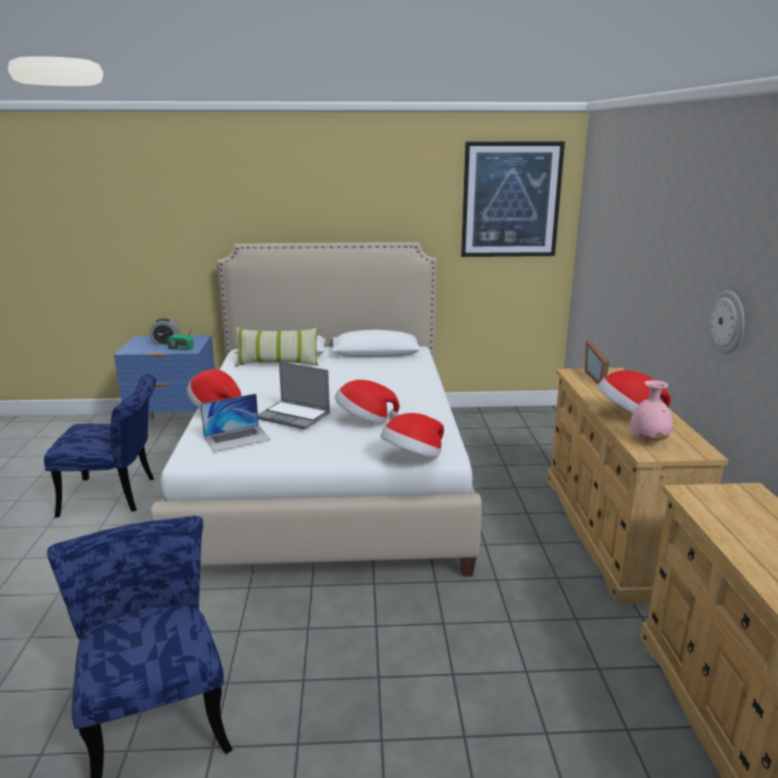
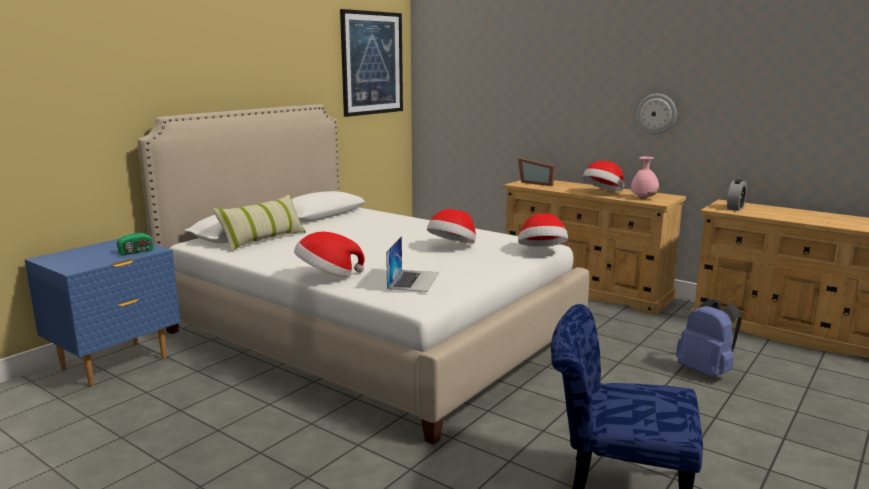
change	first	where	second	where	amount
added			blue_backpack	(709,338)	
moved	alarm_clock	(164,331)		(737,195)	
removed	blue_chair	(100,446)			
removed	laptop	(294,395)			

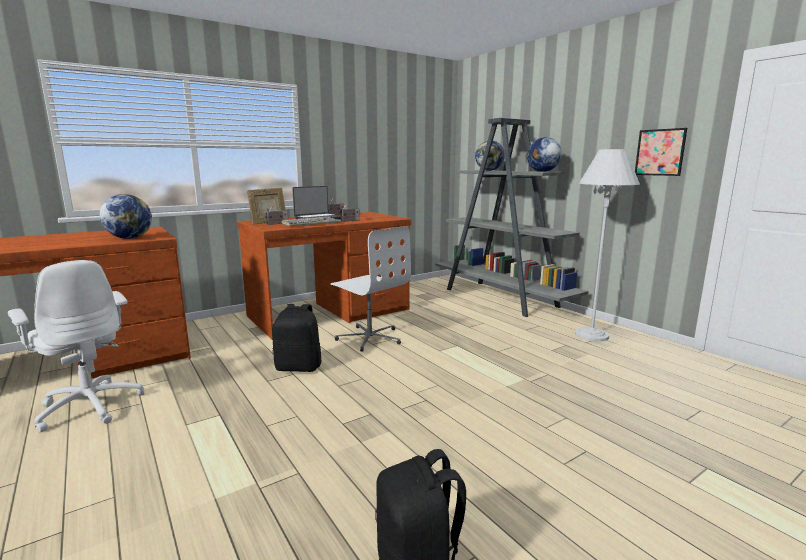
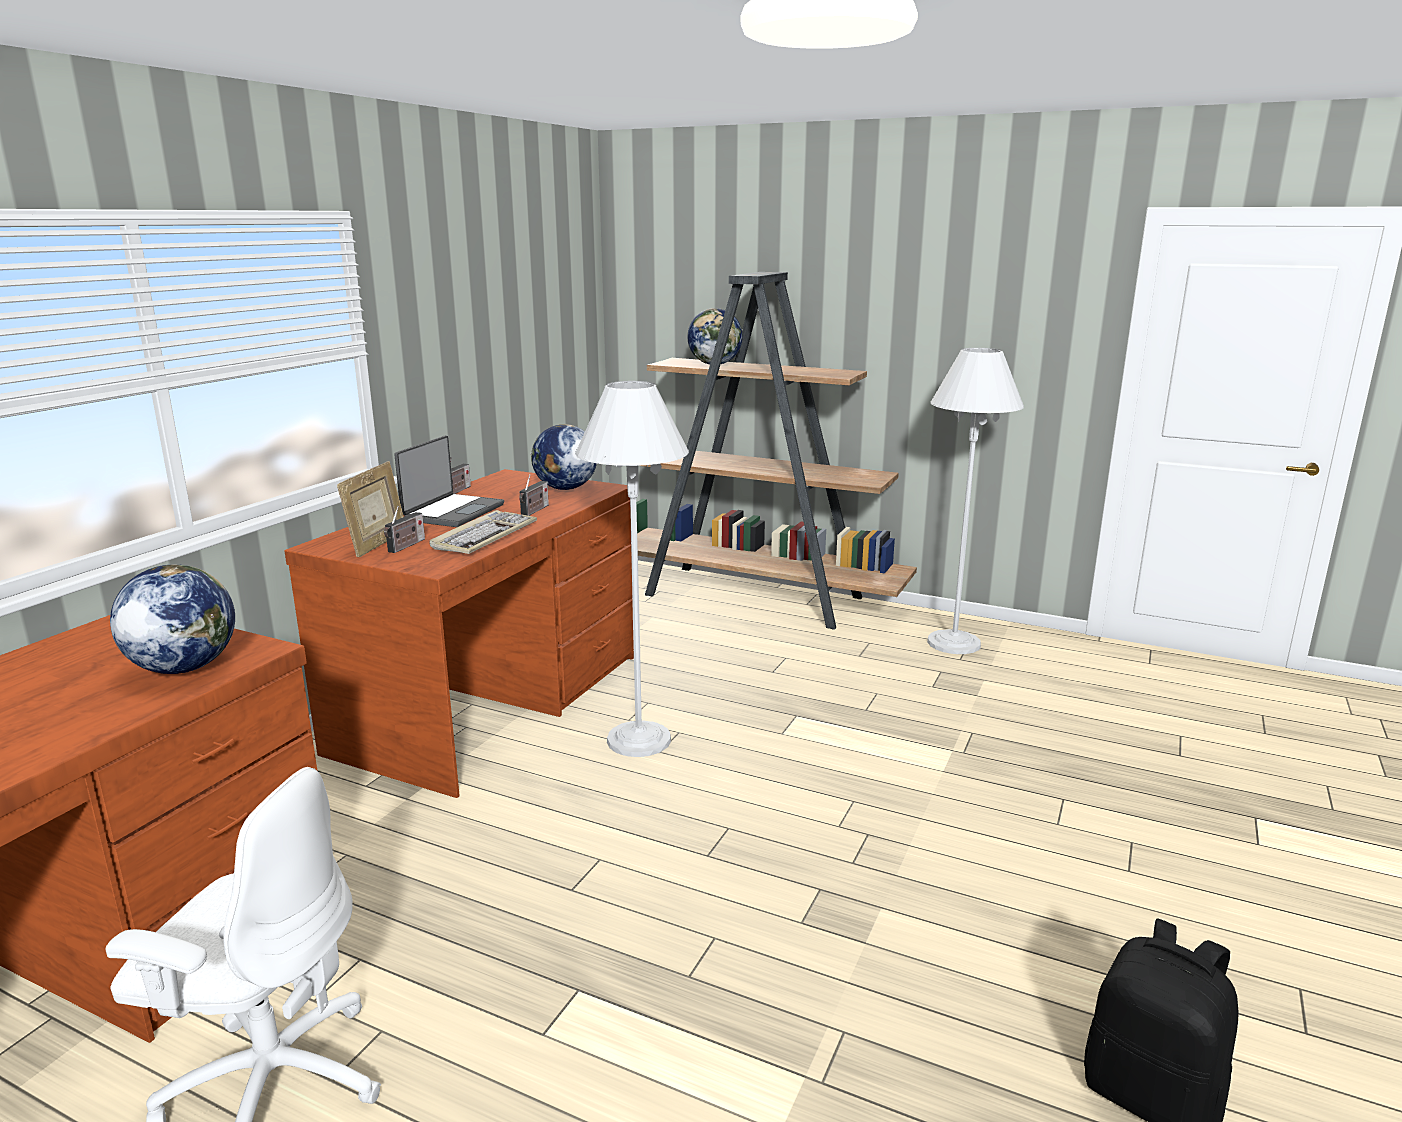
change	first	where	second	where	amount
moved	globe	(544,154)		(564,457)	
replaced	white_office_chair	(370,289)	white_floor_lamp	(632,569)	
recoloured	grey_bookcase	(512,217)	brown_bookcase	(776,451)	
removed	black_backpack	(297,338)			
removed	picture	(661,152)			

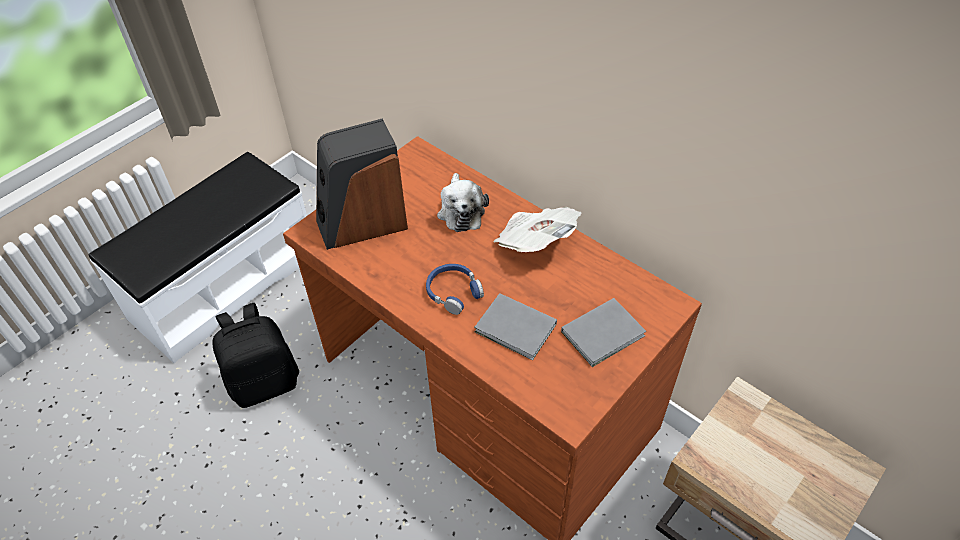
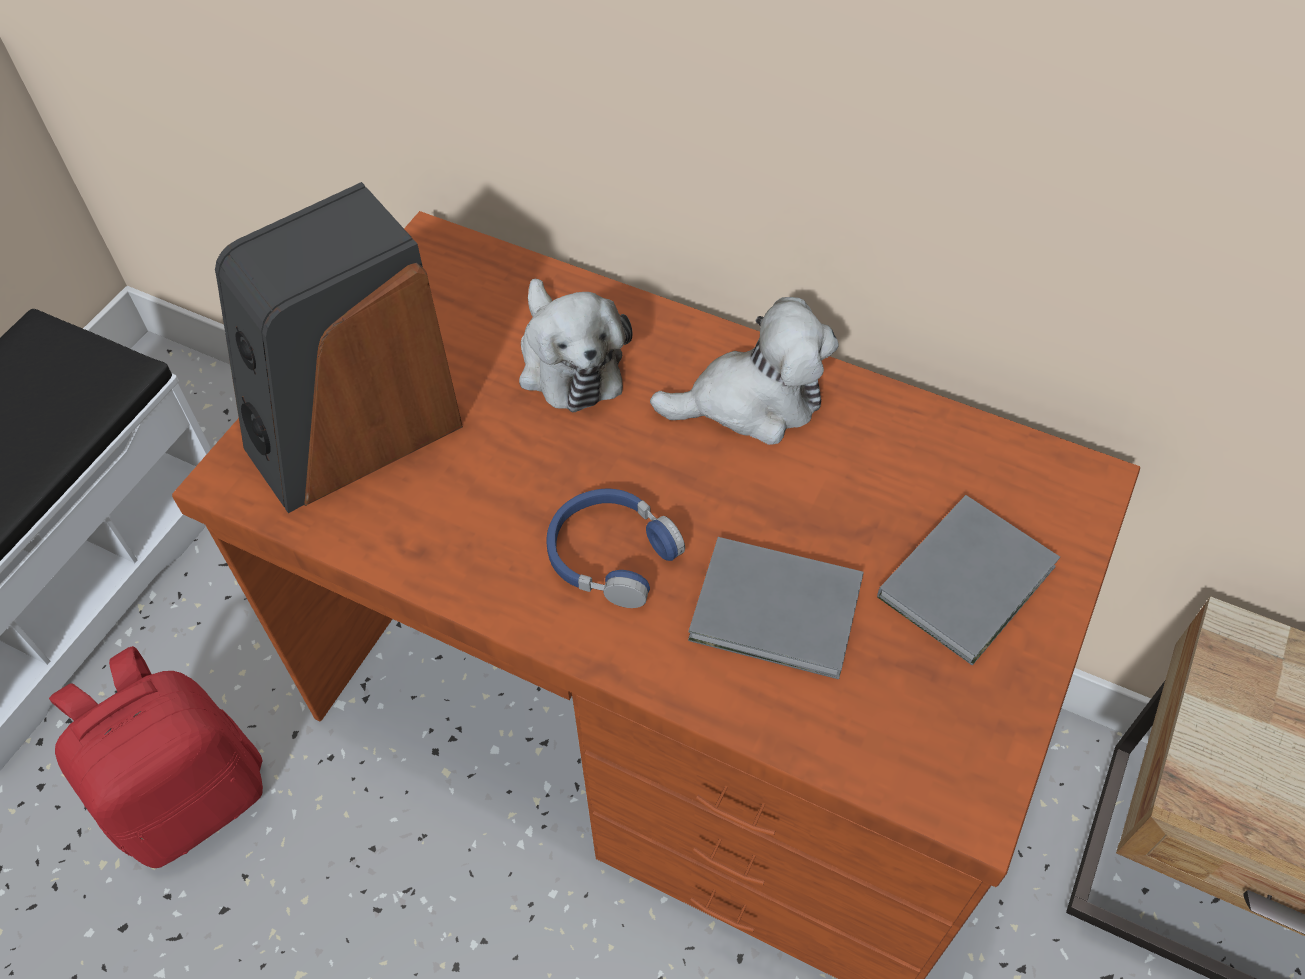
change	first	where	second	where	amount
recoloured	black_backpack	(256,355)	red_backpack	(156,757)	
replaced	newspaper	(537,229)	plush_toy	(744,371)	

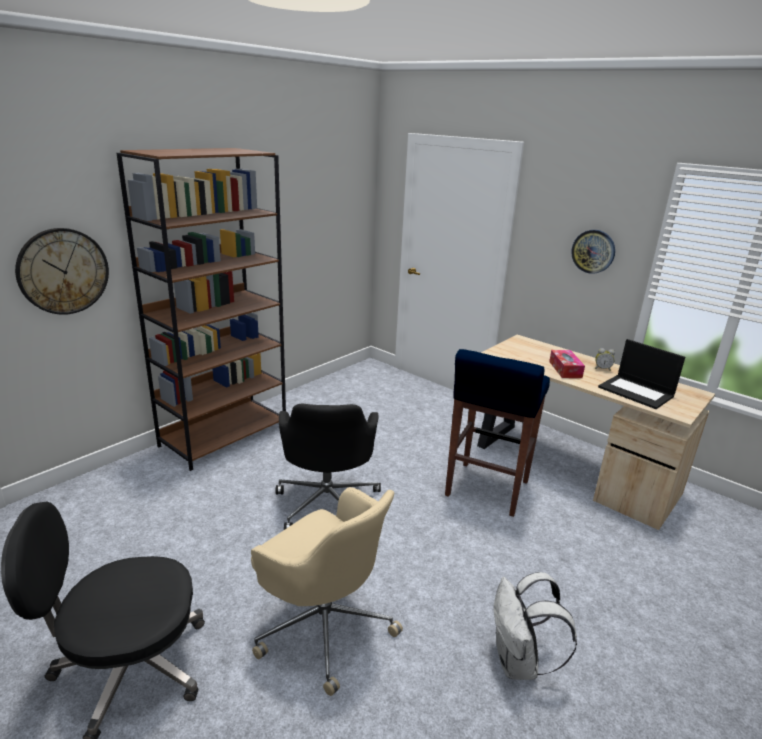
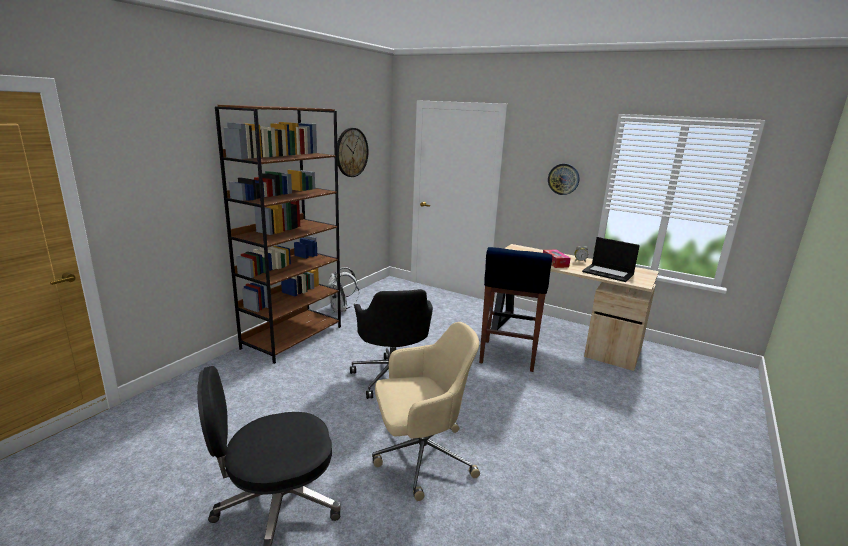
change	first	where	second	where	amount
moved	white_backpack	(535,626)		(343,289)	
moved	wall_clock	(62,271)		(352,152)	
turned	beige_office_chair	(327,591)		(426,411)	45 degrees counterclockwise

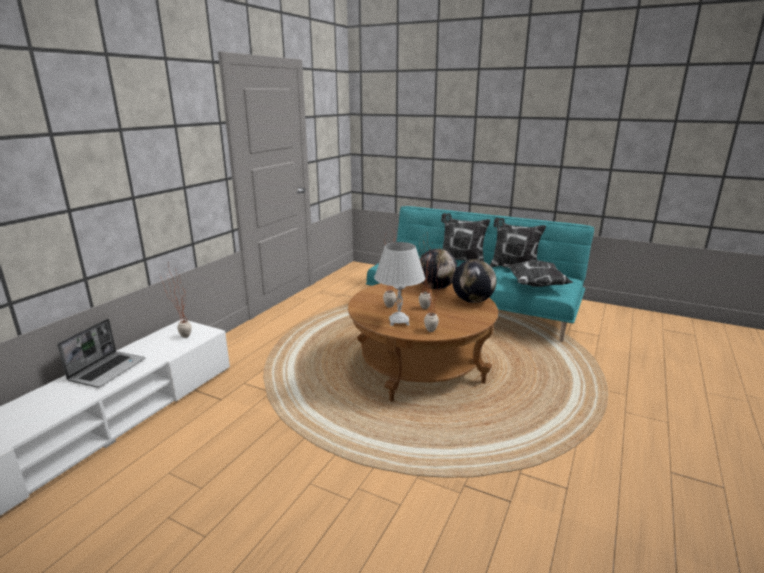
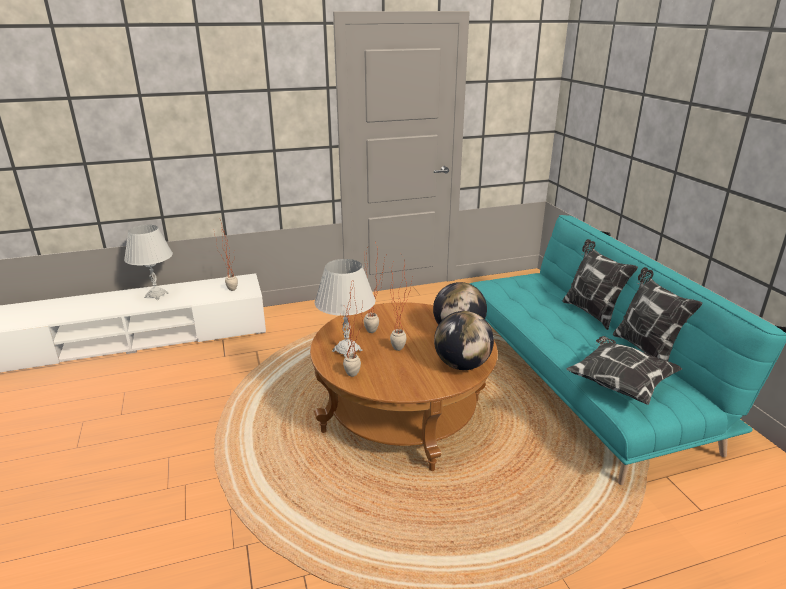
change	first	where	second	where	amount
replaced	laptop	(101,353)	white_table_lamp	(148,262)	

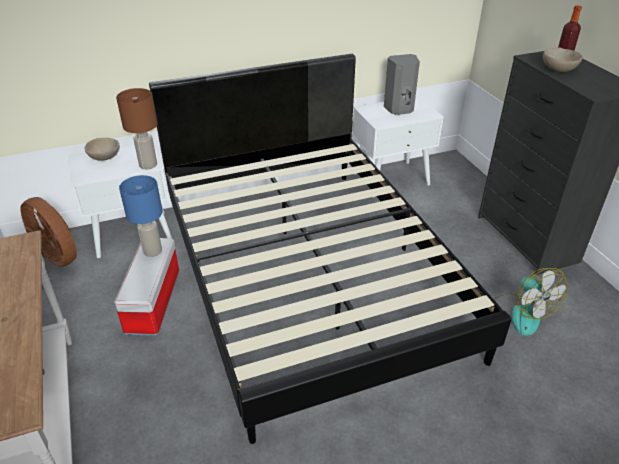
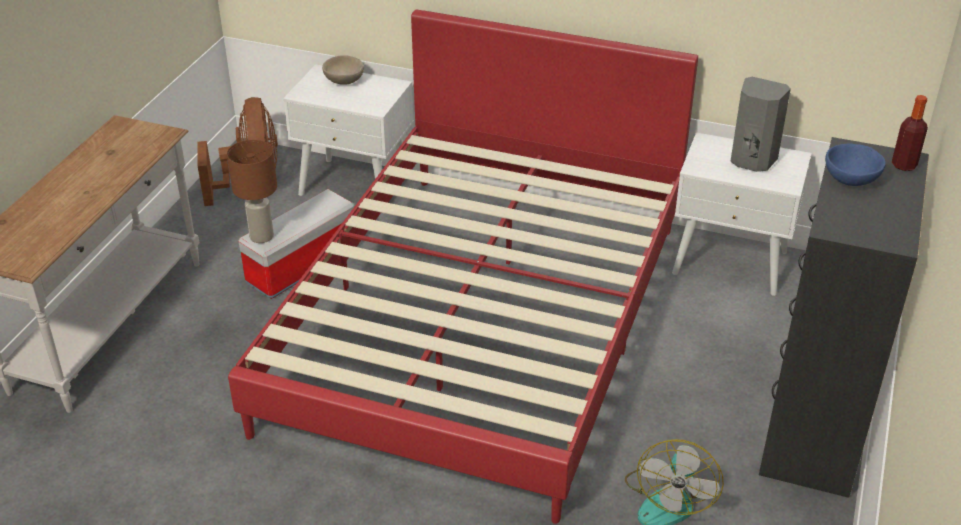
change	first	where	second	where	amount
moved	brown_table_lamp	(137,128)		(252,191)	
recoloured	black_bed	(330,249)	red_bed	(463,266)	
recoloured	beige_bowl	(563,59)	blue_bowl	(855,165)	
removed	blue_table_lamp	(141,216)			

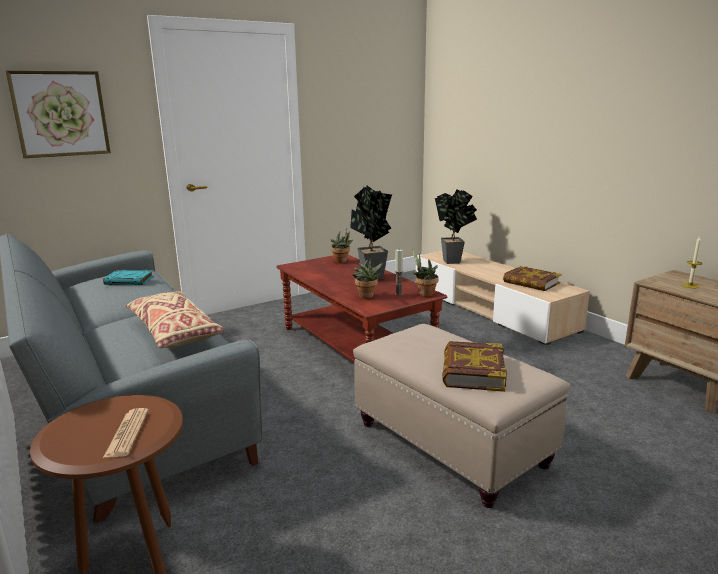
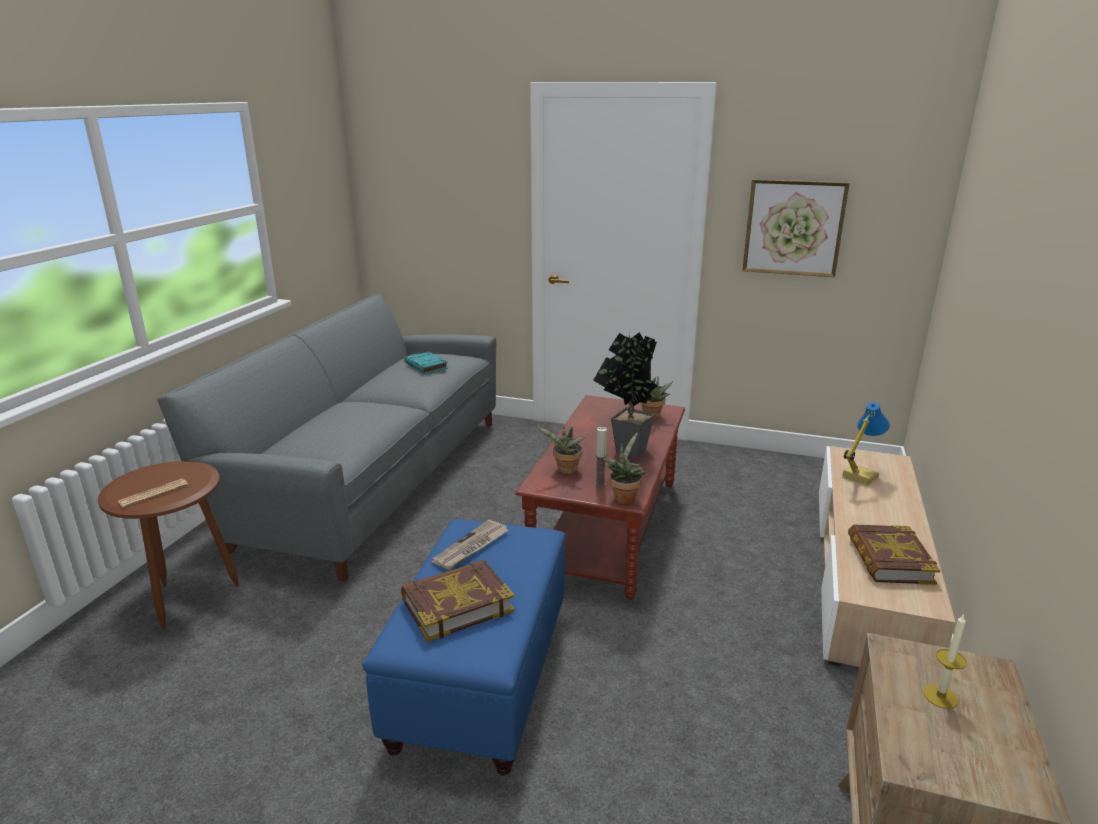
change	first	where	second	where	amount
recoloured	beige_ottoman	(461,416)	blue_ottoman	(464,647)	
added			newspaper	(470,544)	
moved	picture	(58,114)		(796,228)	
replaced	potted_plant	(456,226)	table_lamp	(866,444)	
removed	beige_pillow	(174,320)			

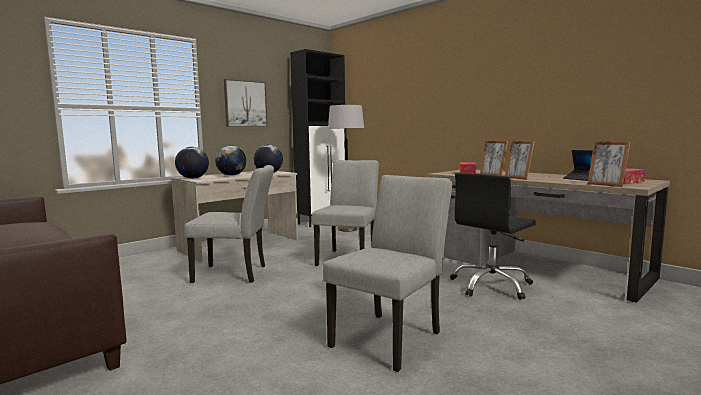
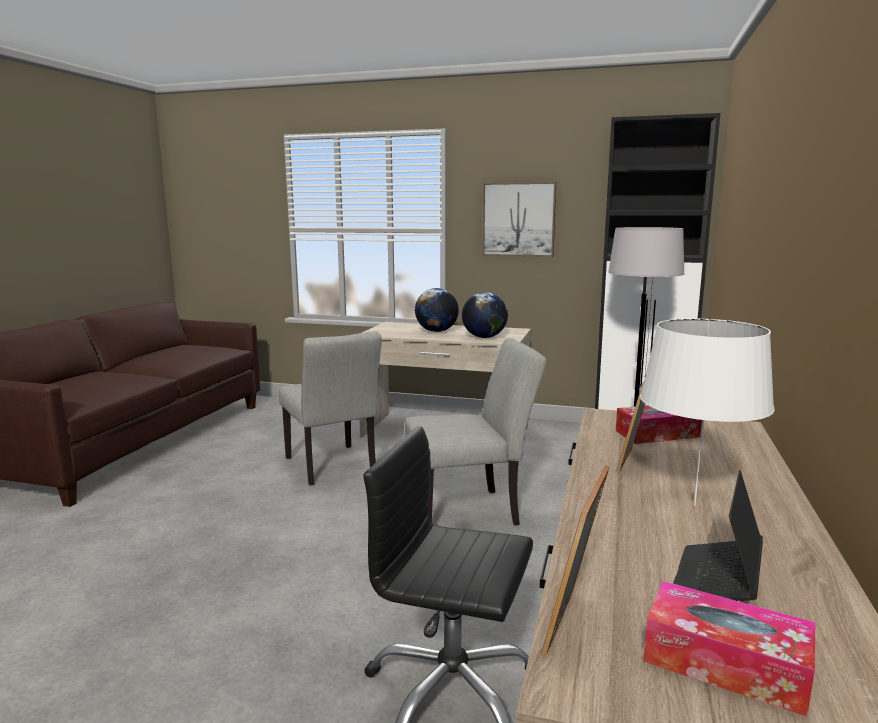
change	first	where	second	where	amount
added			white_table_lamp	(707,412)	
removed	globe	(192,163)			
removed	grey_chair	(387,273)			
removed	picture_frame	(520,160)			

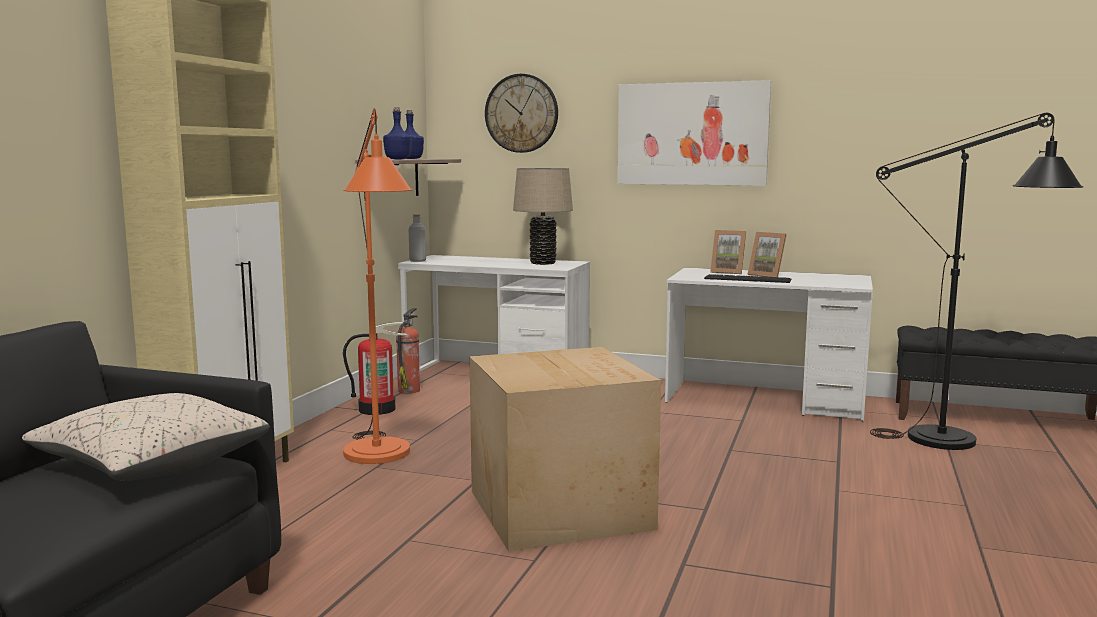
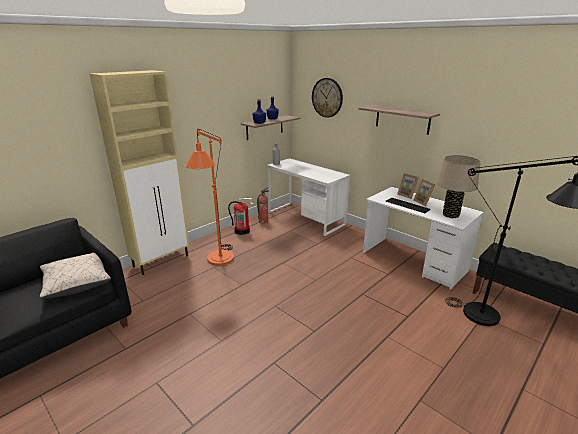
change	first	where	second	where	amount
replaced	picture	(694,133)	shelf	(399,120)	
moved	beige_table_lamp	(543,216)		(459,186)	
removed	cardboard_box	(565,449)			

